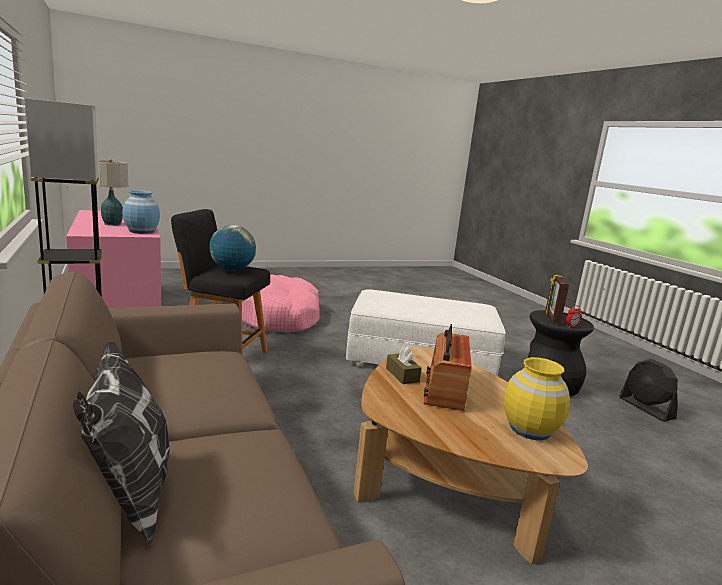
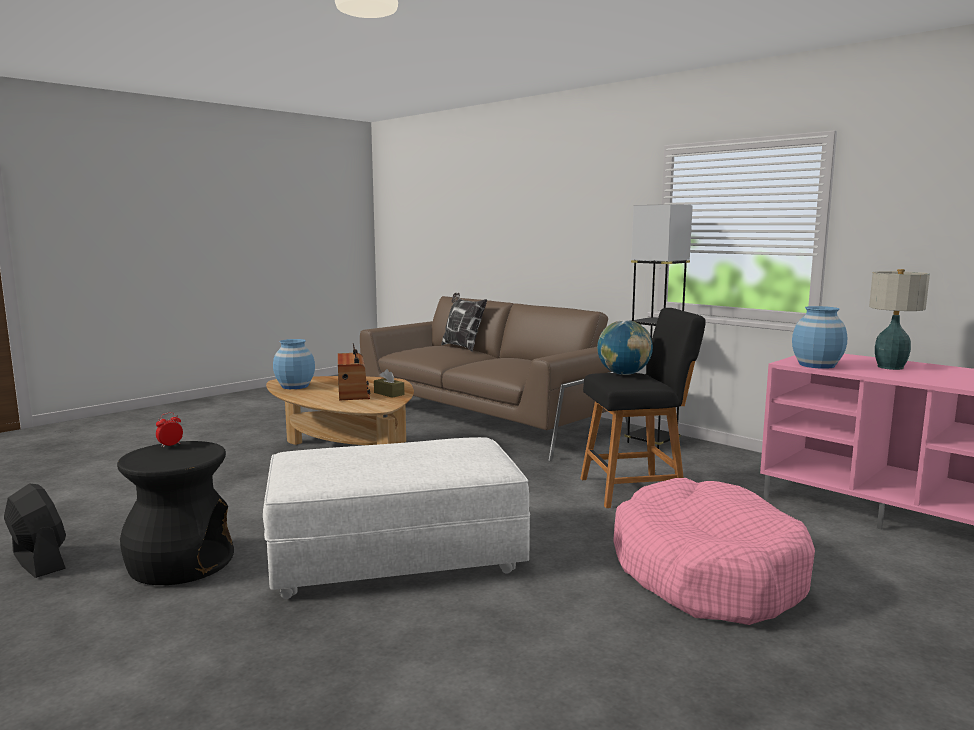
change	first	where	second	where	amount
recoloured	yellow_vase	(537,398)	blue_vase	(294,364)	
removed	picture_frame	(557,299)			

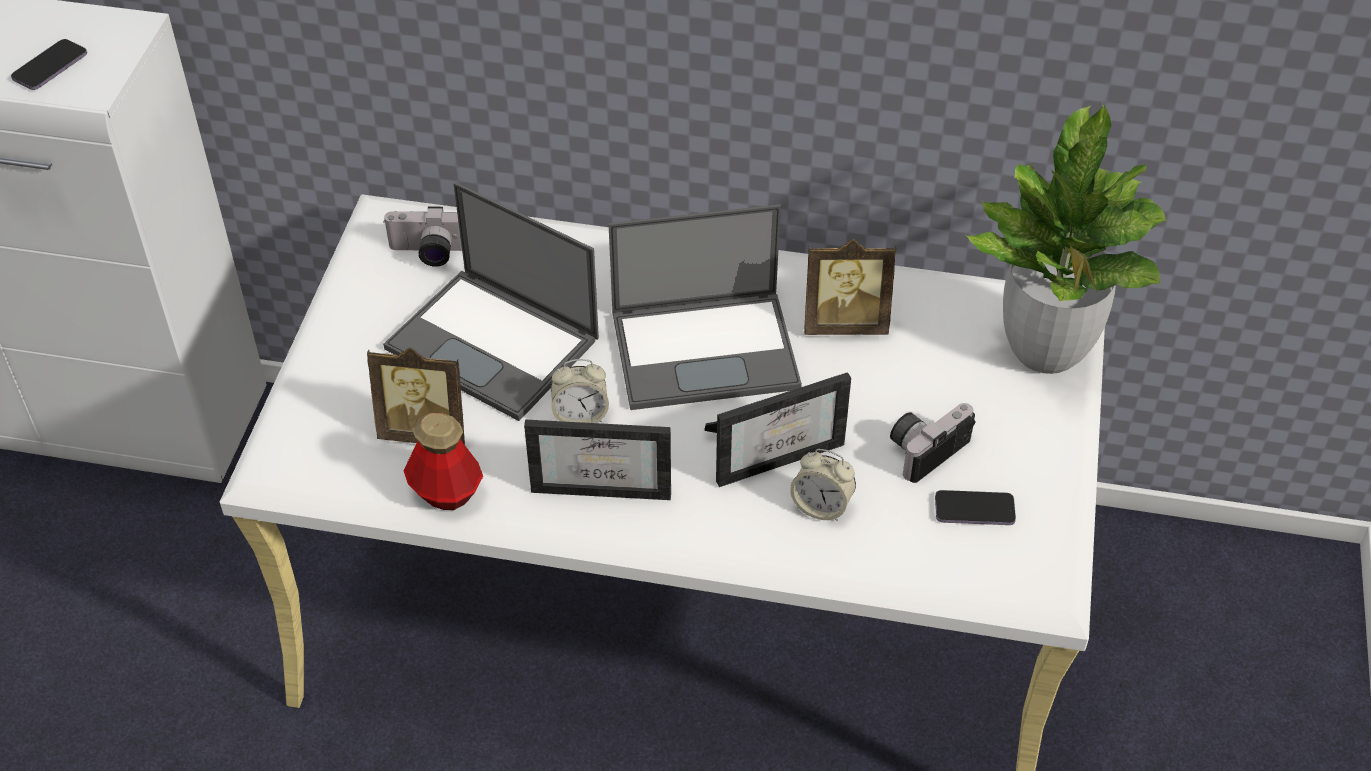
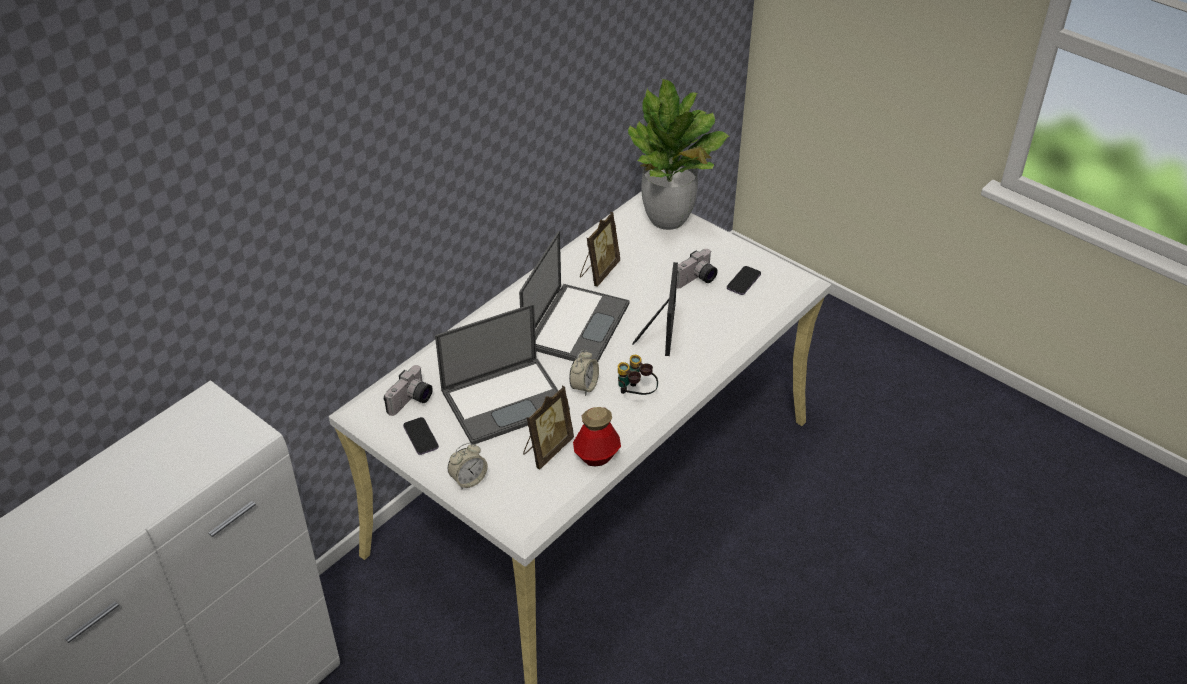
change	first	where	second	where	amount
moved	phone	(49,64)		(421,436)	
moved	alarm_clock	(823,485)		(467,466)	
replaced	picture_frame	(597,459)	binoculars	(638,375)	
turned	photo_camera	(932,443)		(697,269)	120 degrees counterclockwise

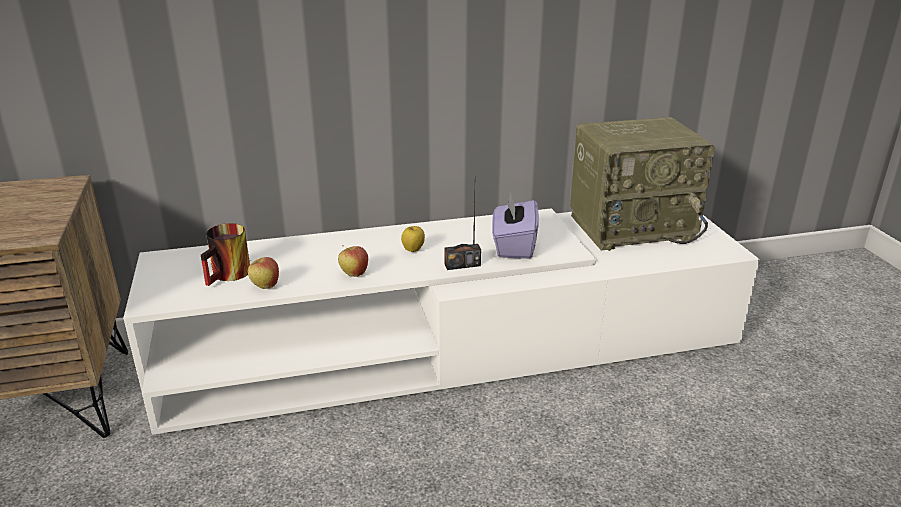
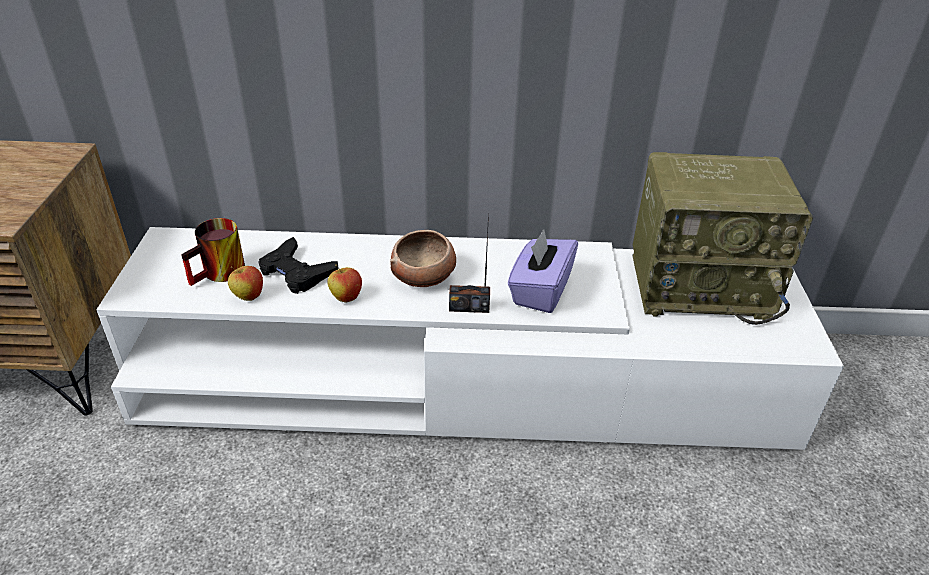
change	first	where	second	where	amount
added			black_game_controller	(298,265)	
replaced	apple	(413,239)	bowl	(423,258)	

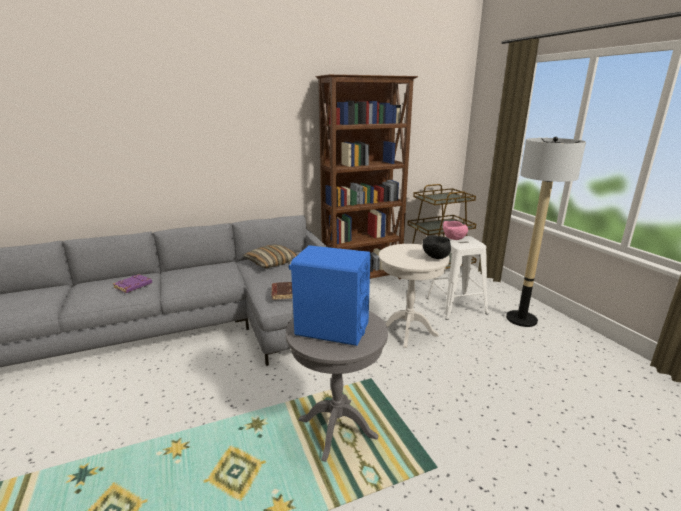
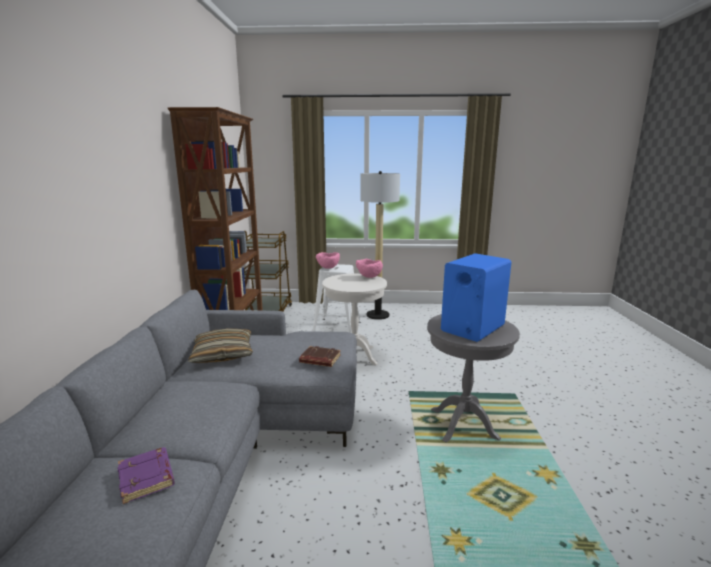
change	first	where	second	where	amount
recoloured	black_bowl	(437,247)	pink_bowl	(369,268)	

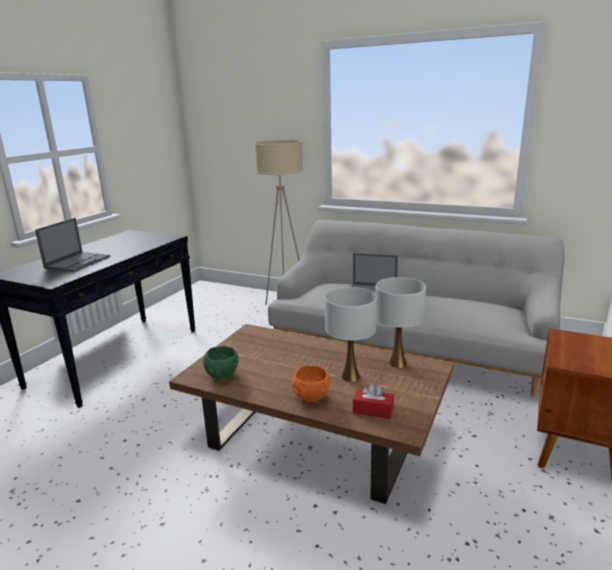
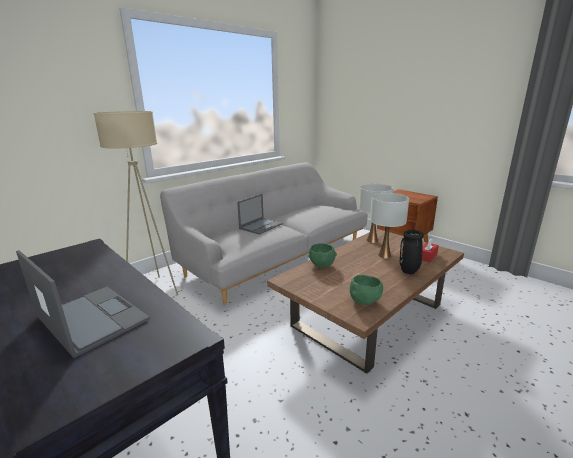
change	first	where	second	where	amount
added			green_bowl	(322,255)	
replaced	orange_bowl	(311,383)	black_vase	(412,252)	

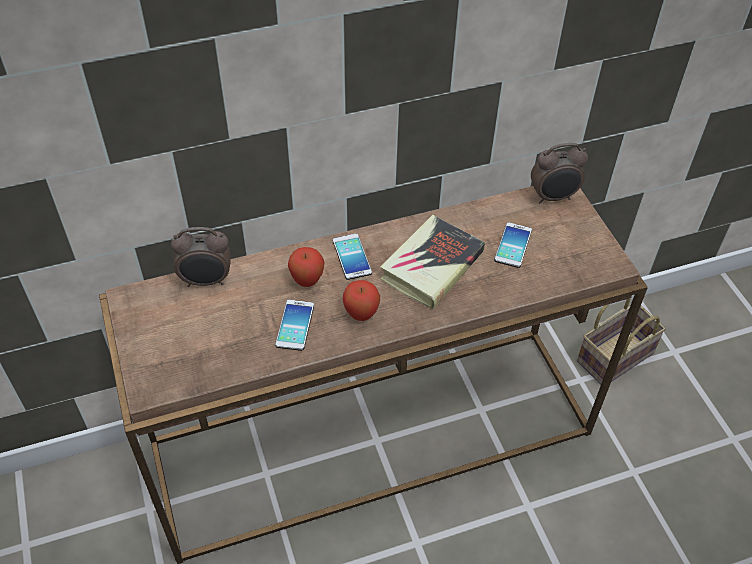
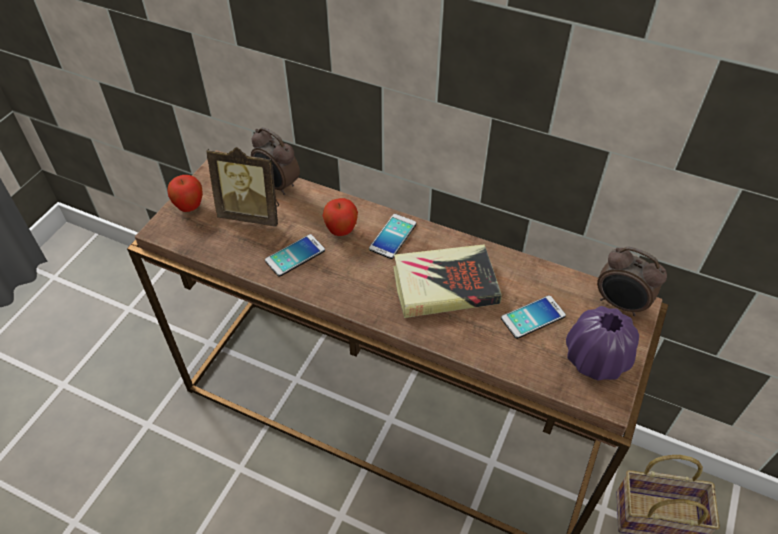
change	first	where	second	where	amount
moved	apple	(361,300)		(185,193)	
added			picture_frame	(242,187)	
added			purple_vase	(602,343)	

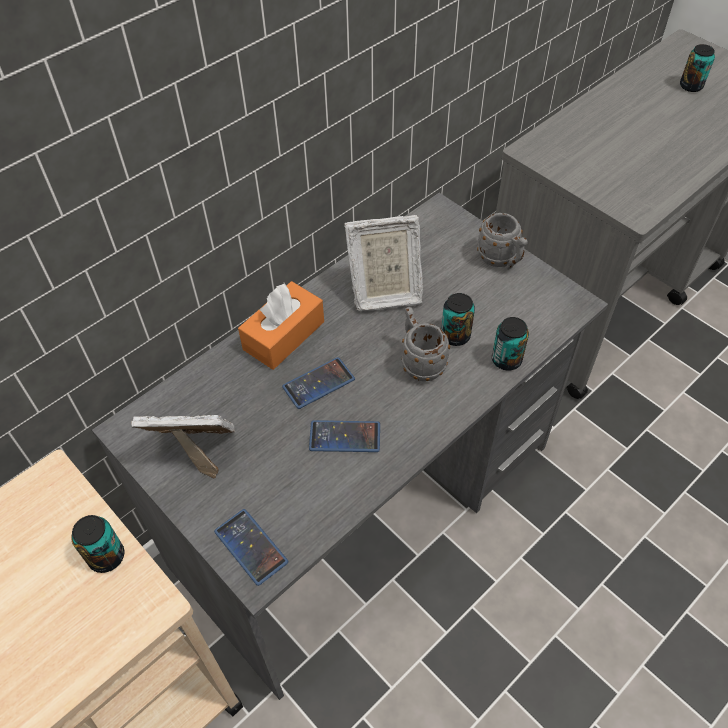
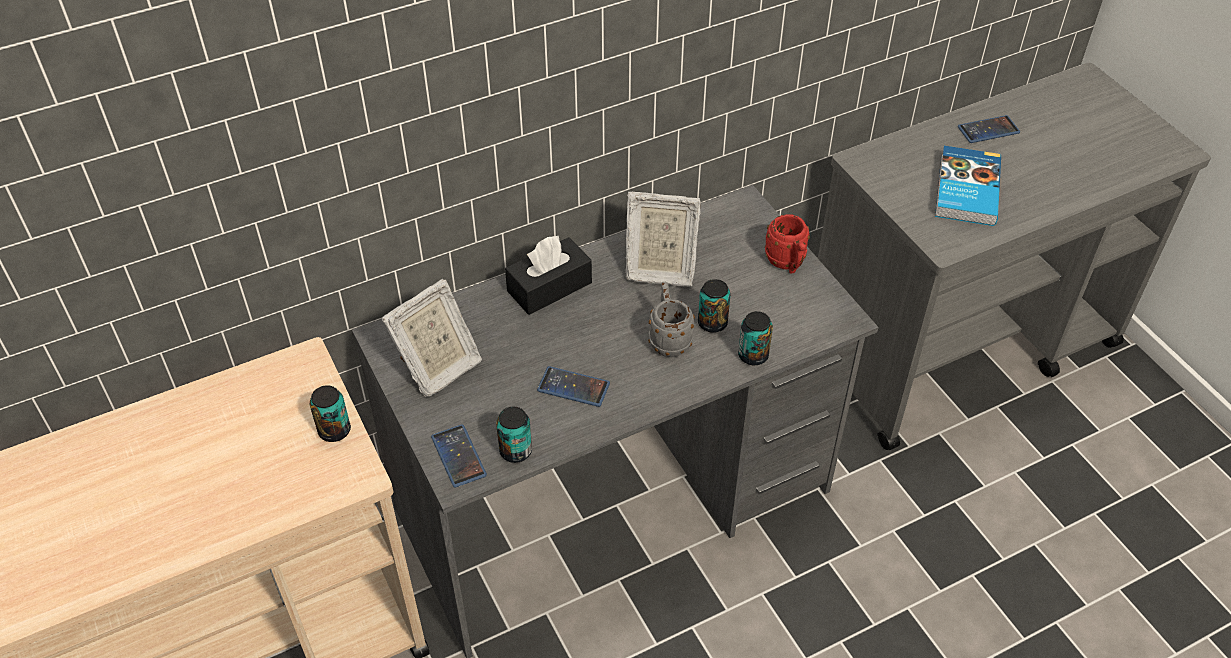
change	first	where	second	where	amount
turned	picture_frame	(183,446)		(432,337)	120 degrees clockwise
moved	can	(697,68)		(514,435)	
recoloured	orange_tissue_box	(281,325)	black_tissue_box	(548,275)	
recoloured	grey_mug	(502,241)	red_mug	(787,243)	
added			book	(968,186)	
moved	phone	(318,383)		(989,129)	

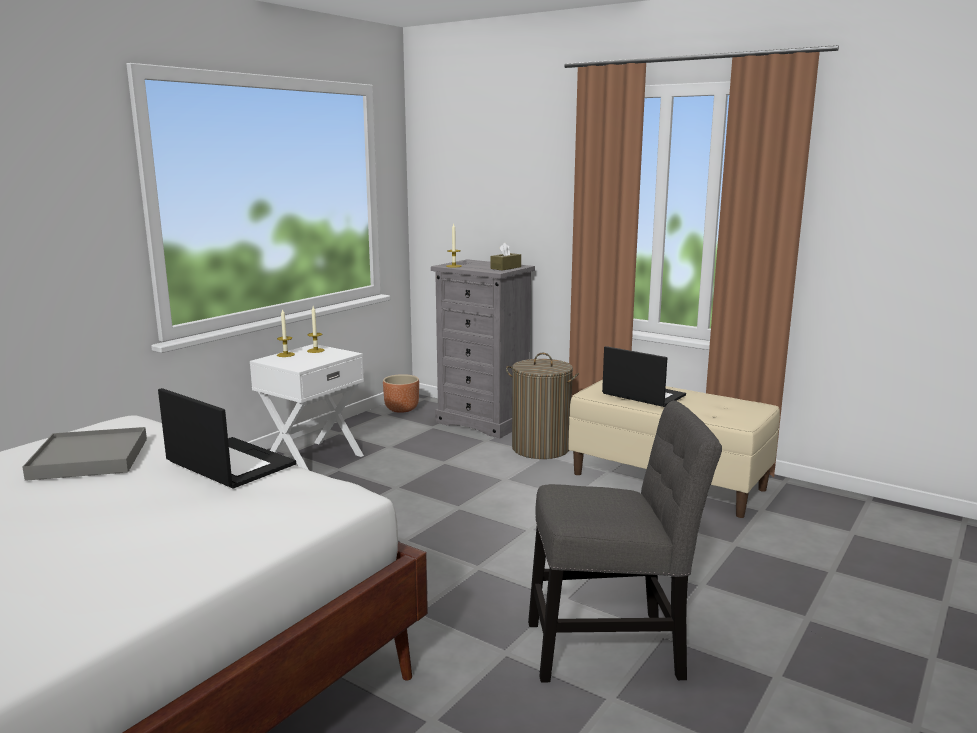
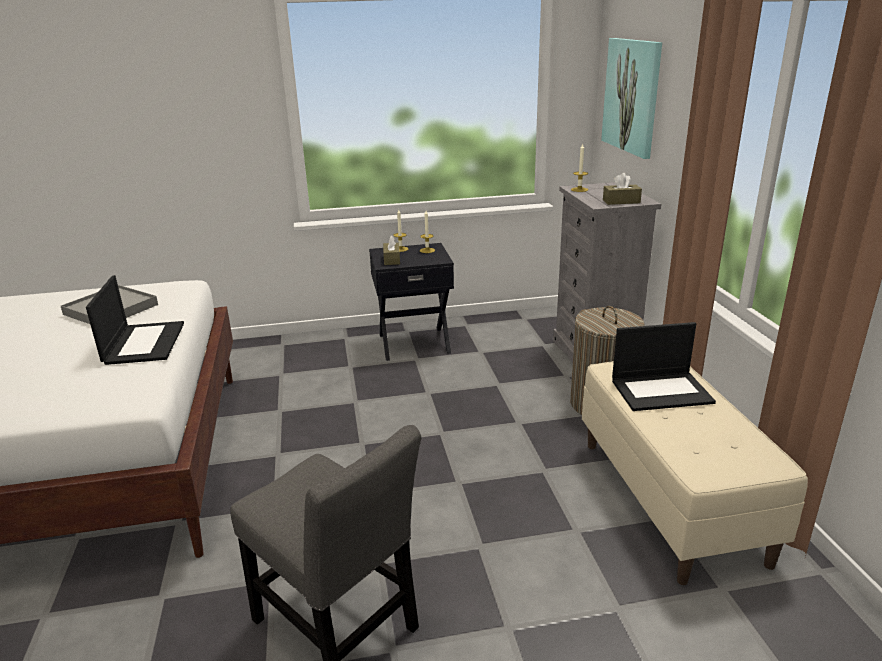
change	first	where	second	where	amount
recoloured	white_nightstand	(307,407)	black_nightstand	(411,302)	
added			brown_tissue_box	(391,250)	
added			picture	(631,98)	
turned	laptop	(644,376)		(664,366)	90 degrees clockwise
removed	brown_planter	(401,393)			

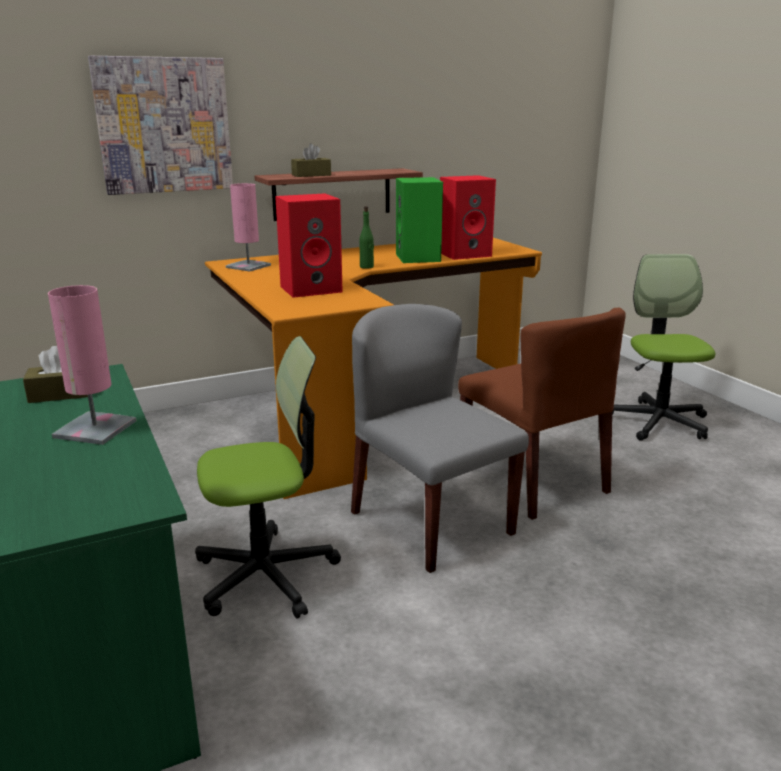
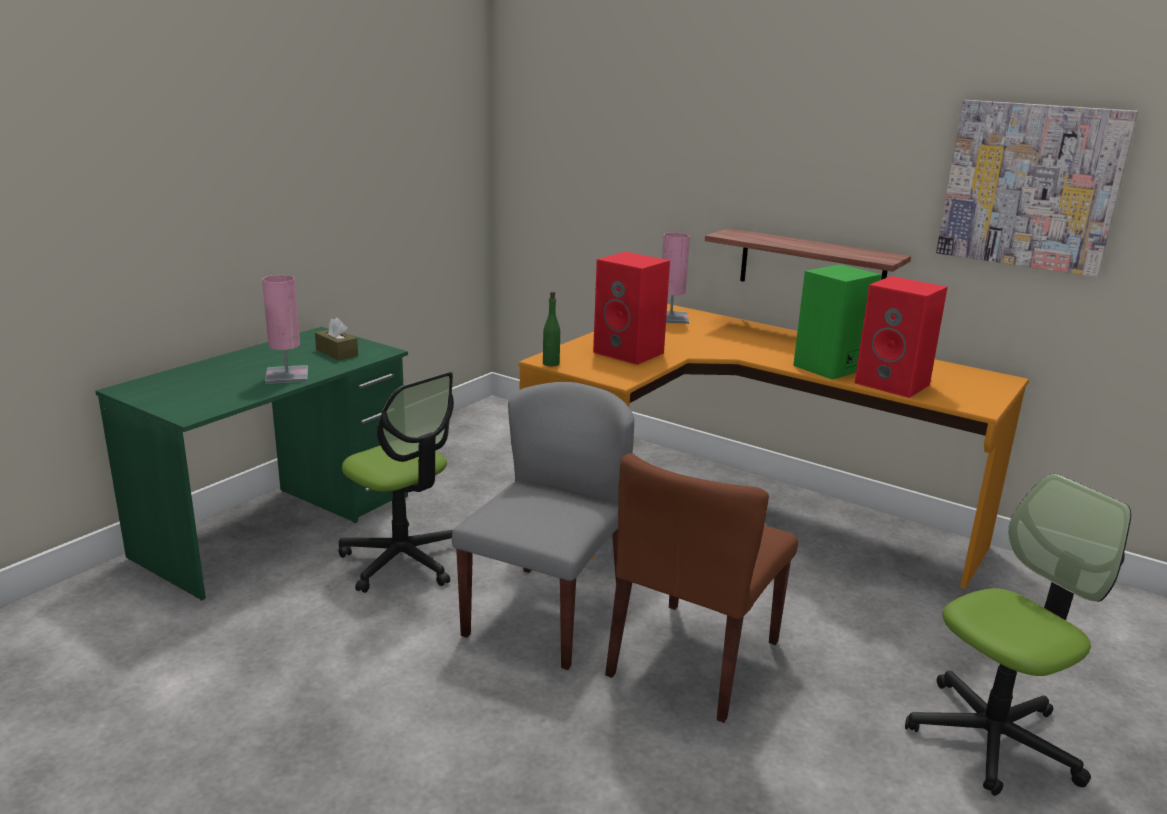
change	first	where	second	where	amount
moved	green_bottle	(366,237)		(551,329)	
moved	picture	(160,125)		(1037,188)	
removed	brown_tissue_box	(311,160)			

